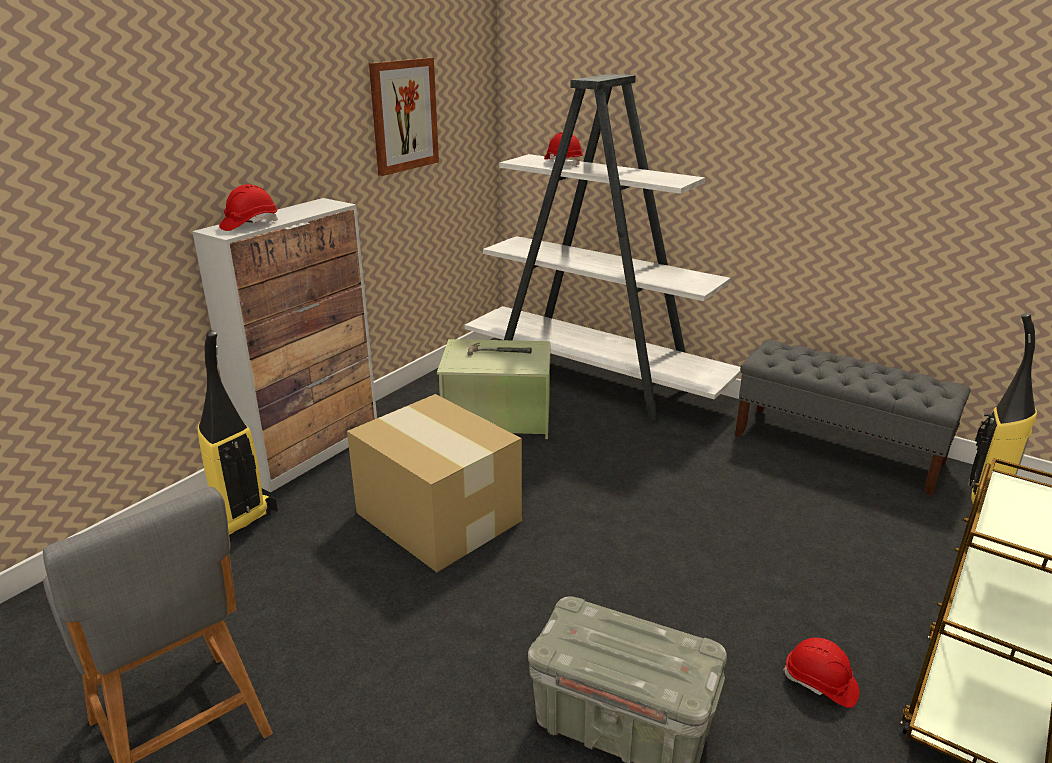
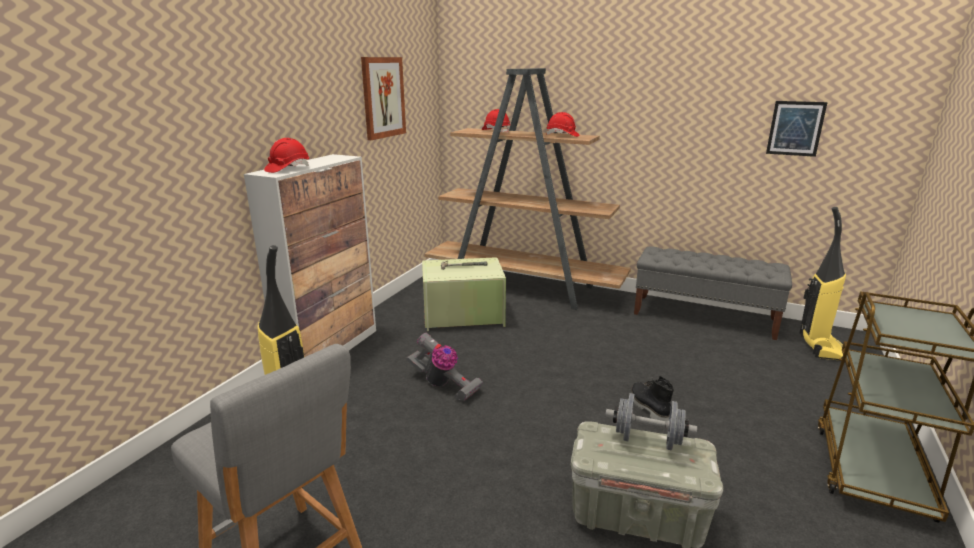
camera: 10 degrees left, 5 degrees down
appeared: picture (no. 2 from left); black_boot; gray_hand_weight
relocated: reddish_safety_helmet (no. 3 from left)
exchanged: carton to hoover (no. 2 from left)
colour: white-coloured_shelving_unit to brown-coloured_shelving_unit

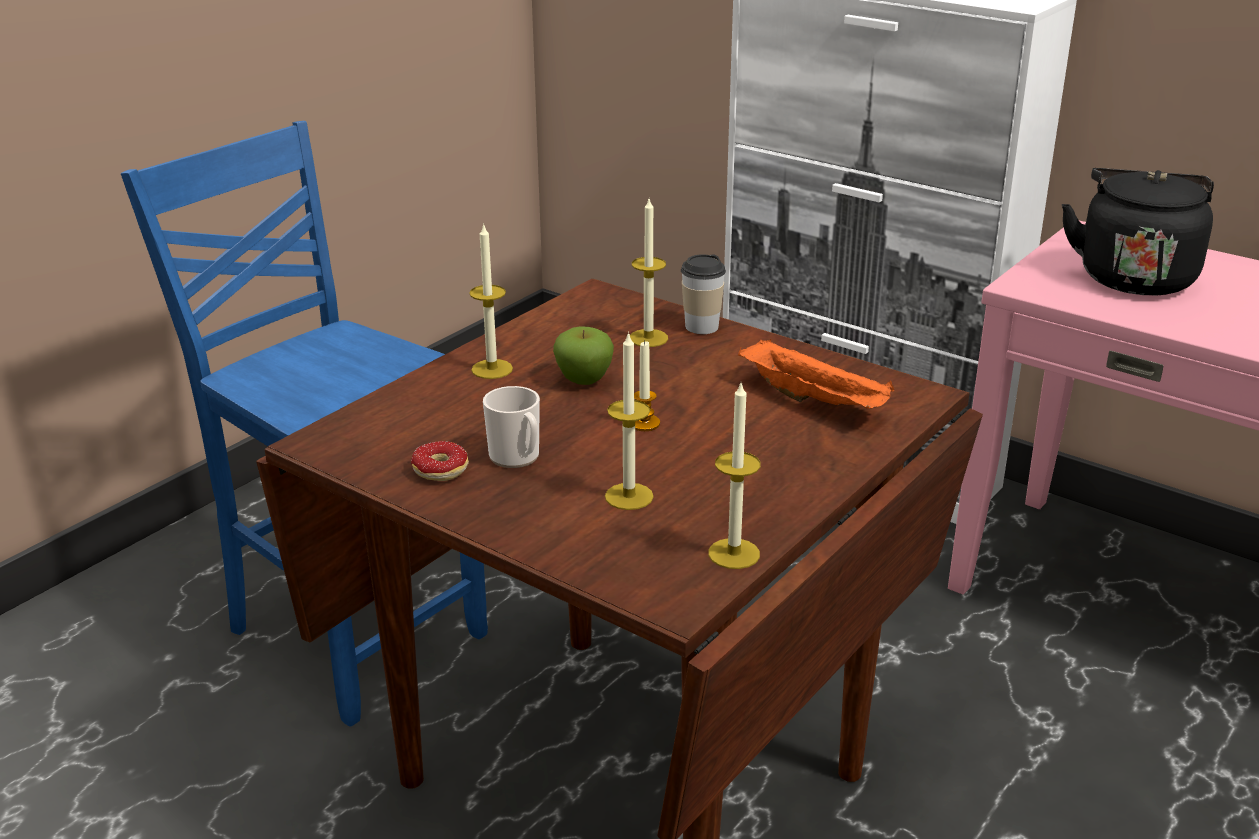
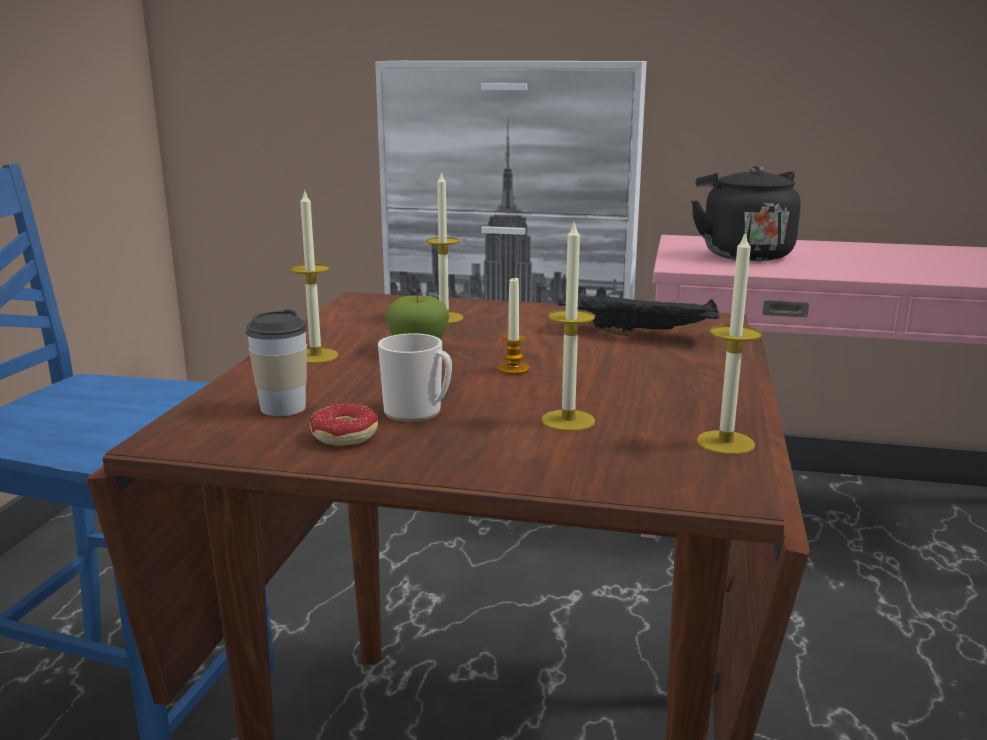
camera: 25 degrees left, 10 degrees down
relocated: drinking_cup
colour: orange_serving_tray to black_serving_tray

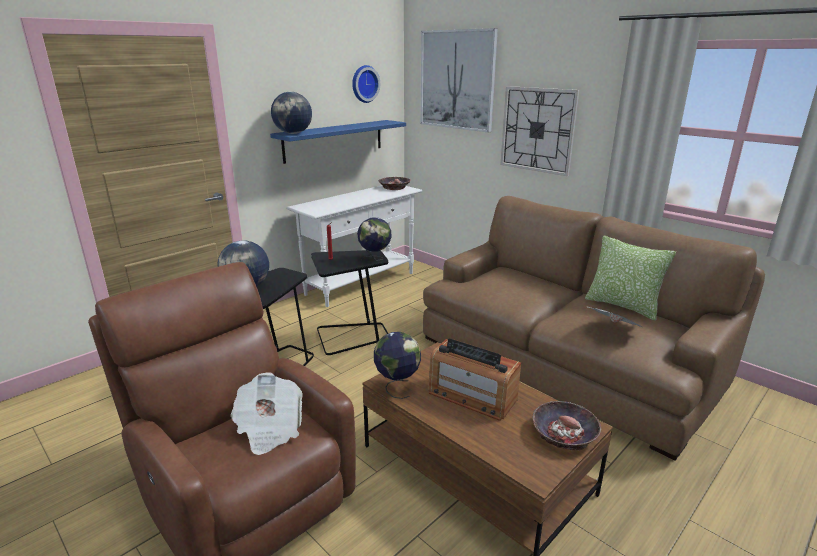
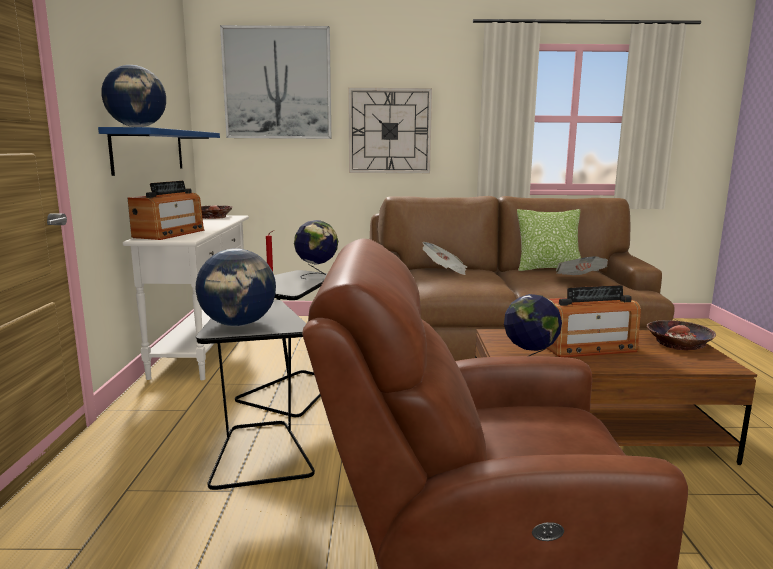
camera: 45 degrees left, 10 degrees down
missing: hanging_clock (no. 1 from left)
appeared: radio_receiver (no. 1 from left)
relocated: daily_paper (no. 1 from left)

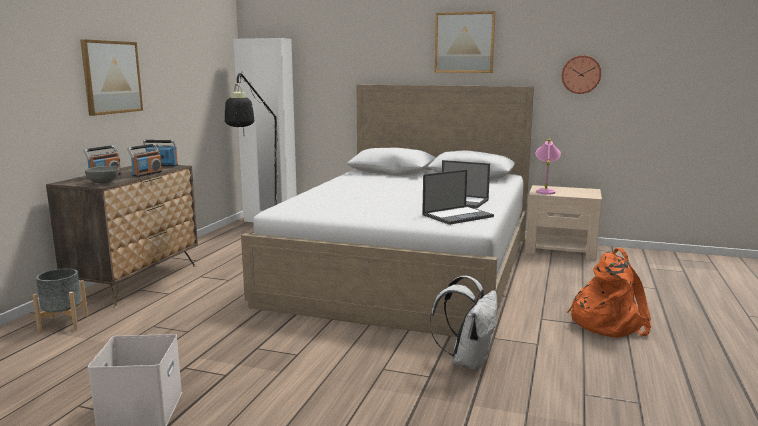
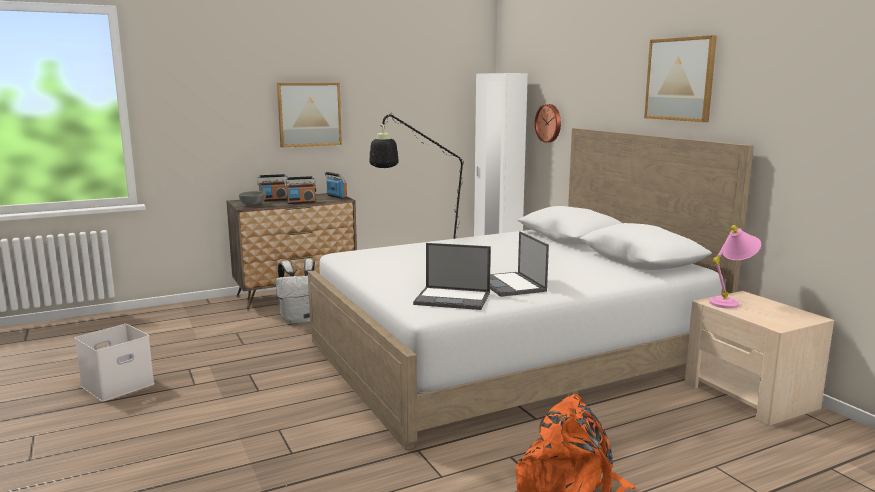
camera: 45 degrees right, 0 degrees up
missing: gray_plant_pot
relocated: hanging_clock; white-coloured_backpack

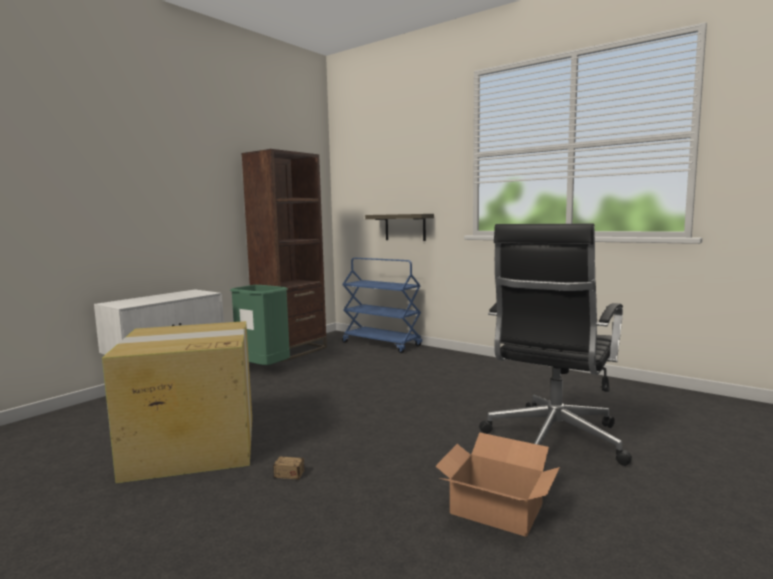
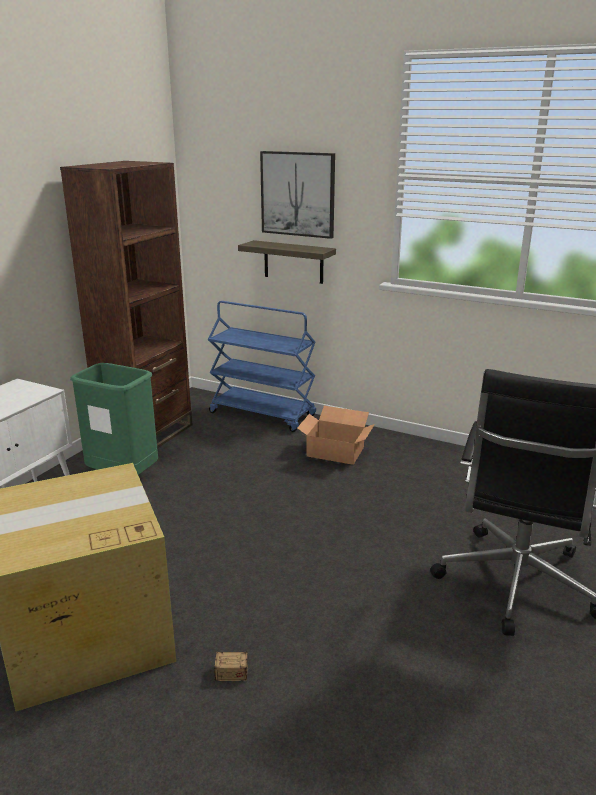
camera: 10 degrees left, 15 degrees up
appeared: picture
relocated: carton (no. 2 from left)

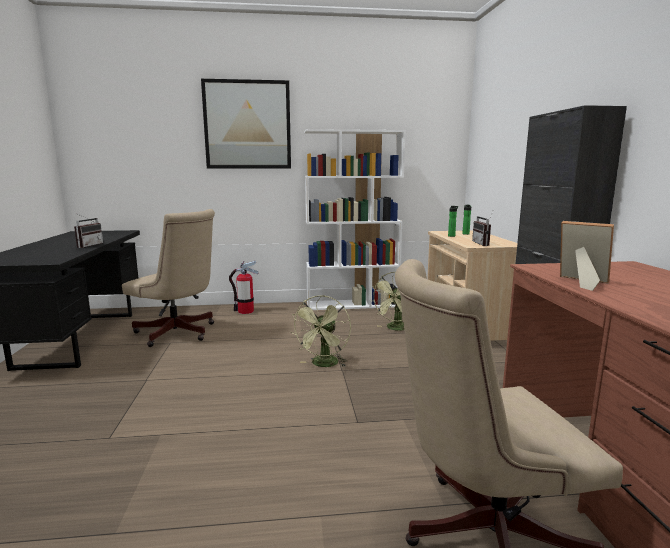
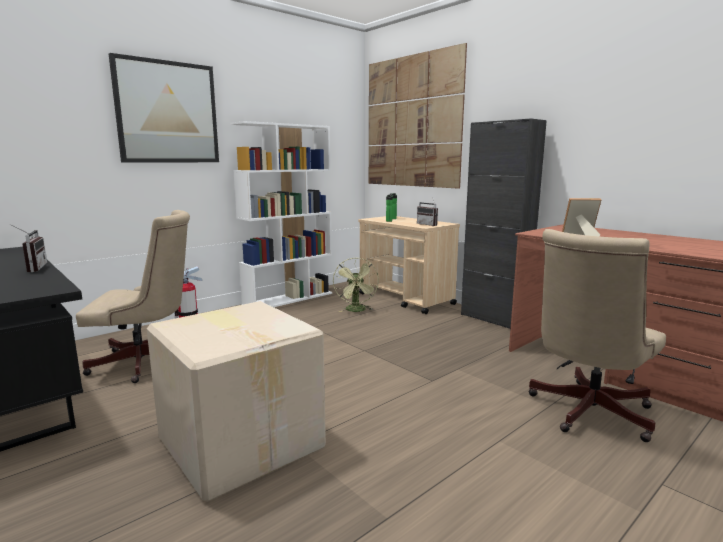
camera: 35 degrees left, 0 degrees up
missing: greenish_cooling_fan (no. 1 from left)
appeared: picture (no. 2 from left); carton

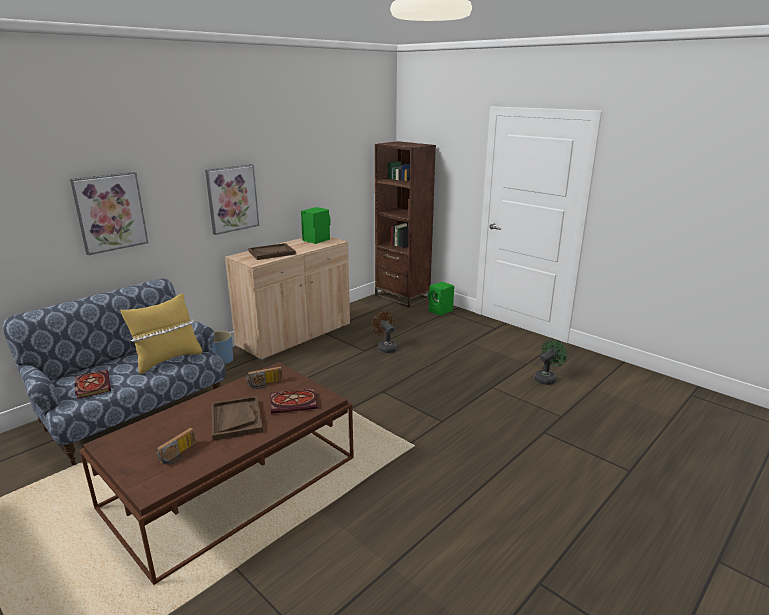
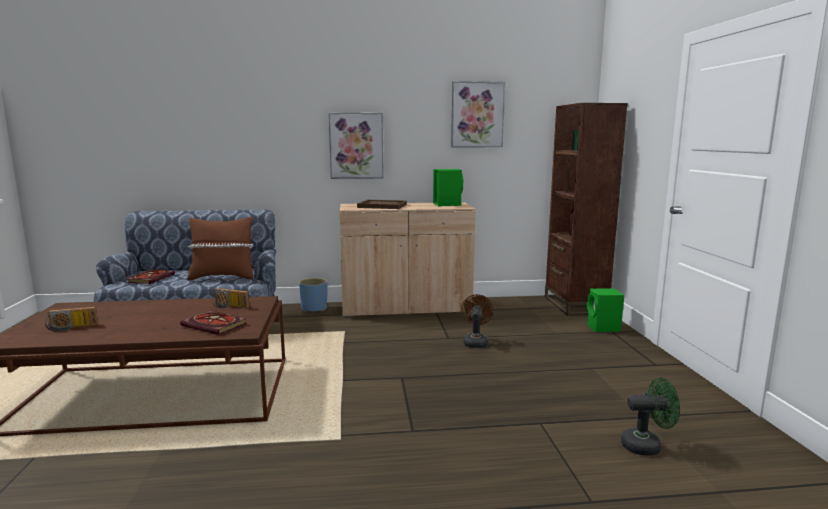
camera: 40 degrees right, 10 degrees down
missing: brown-coloured_serving_tray (no. 1 from left)
relocated: picture (no. 1 from left in the first image) to picture (no. 2 from left)
colour: yellow-coloured_cushion to brown-coloured_cushion

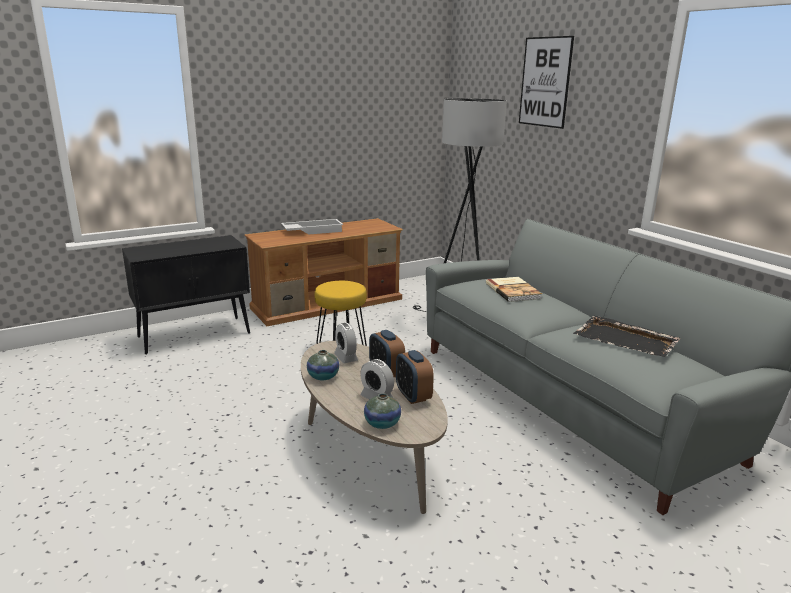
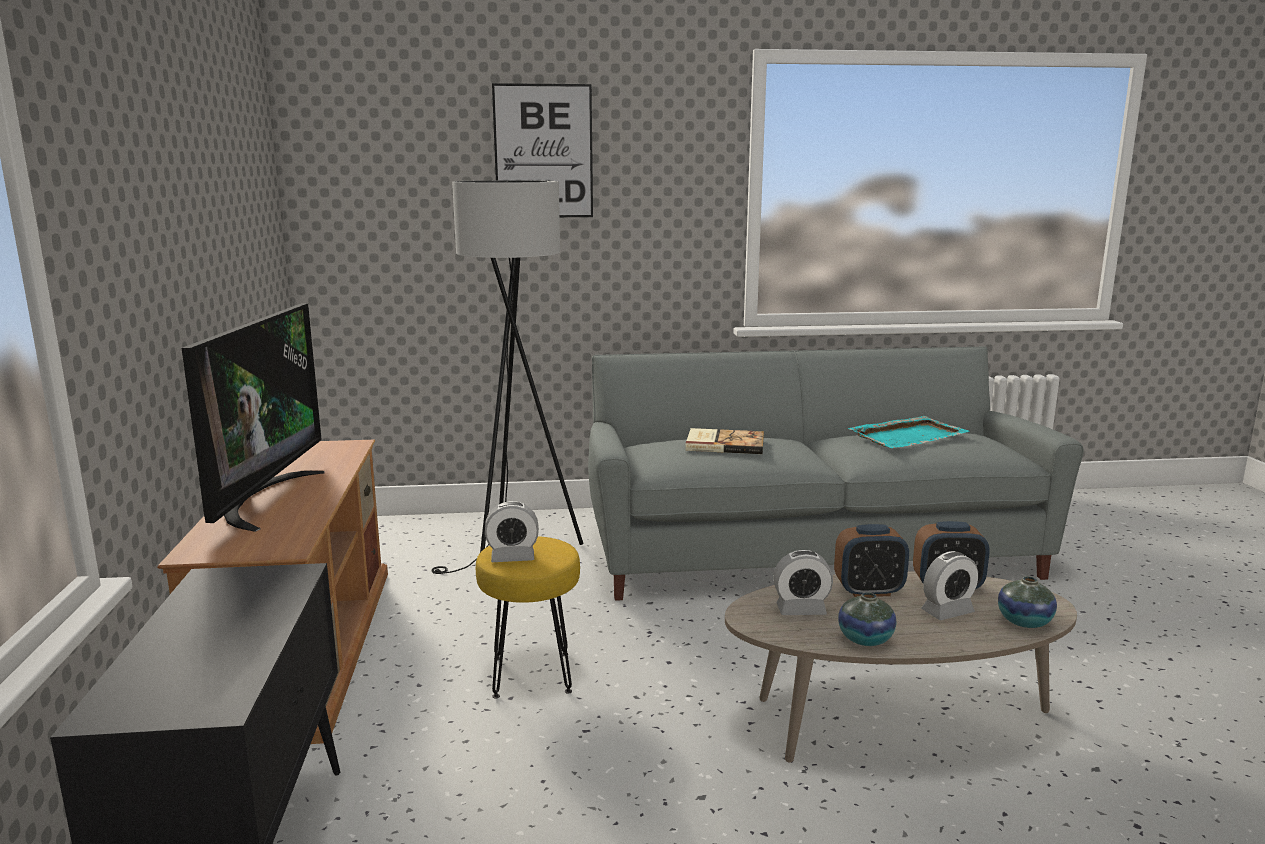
camera: 65 degrees left, 5 degrees down
appeared: table_clock (no. 1 from left)
exchanged: white-coloured_serving_tray to television
colour: black_serving_tray to turquoise-coloured_serving_tray

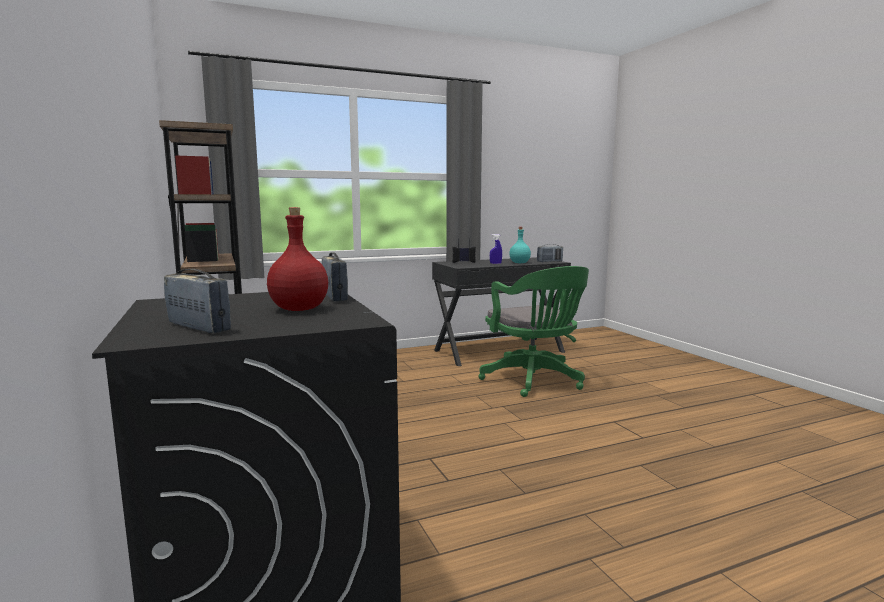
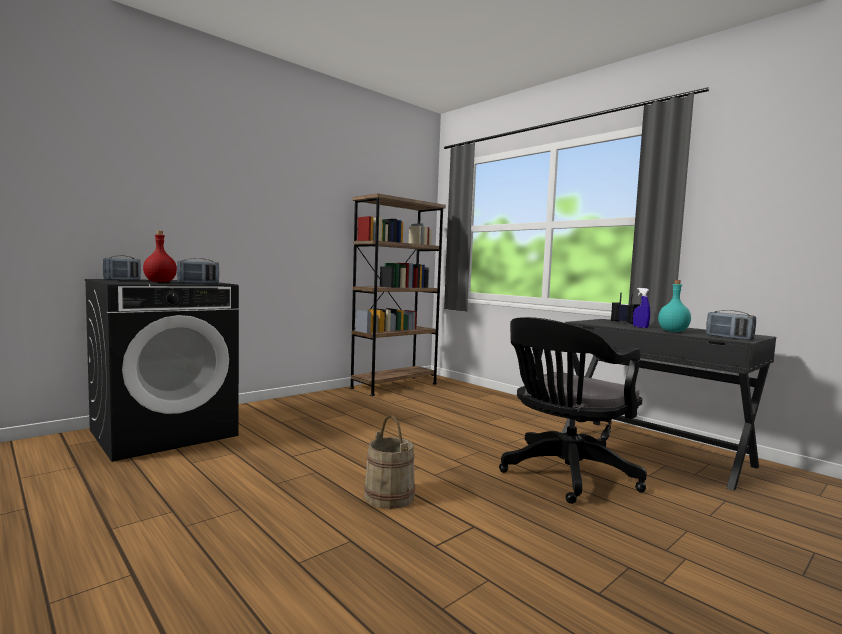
camera: 70 degrees right, 5 degrees down
appeared: beige-coloured_water_bucket
colour: greenish_office_chair to black_office_chair

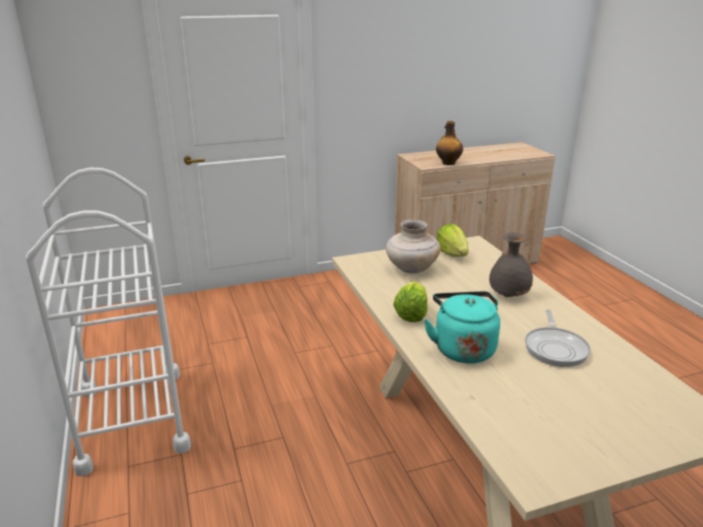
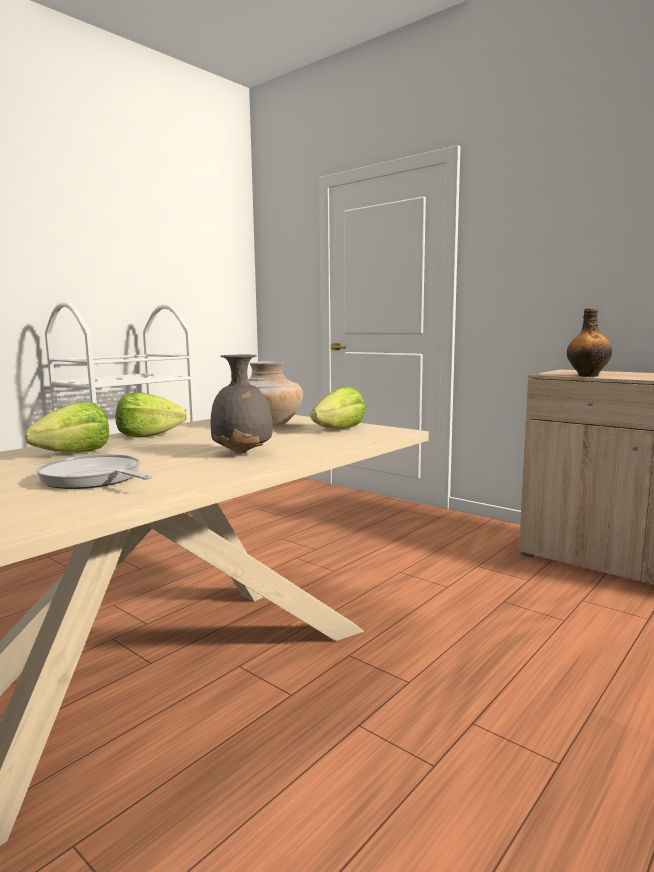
camera: 60 degrees right, 15 degrees down
exchanged: turquoise-coloured_water_kettle to lettuce_head (no. 1 from left)
spun: pan 60 degrees clockwise

